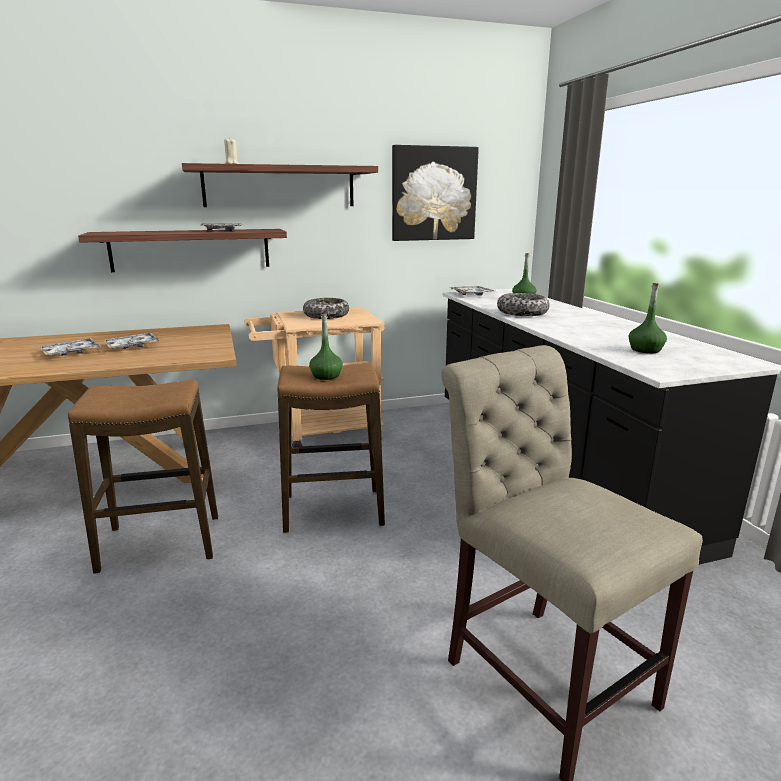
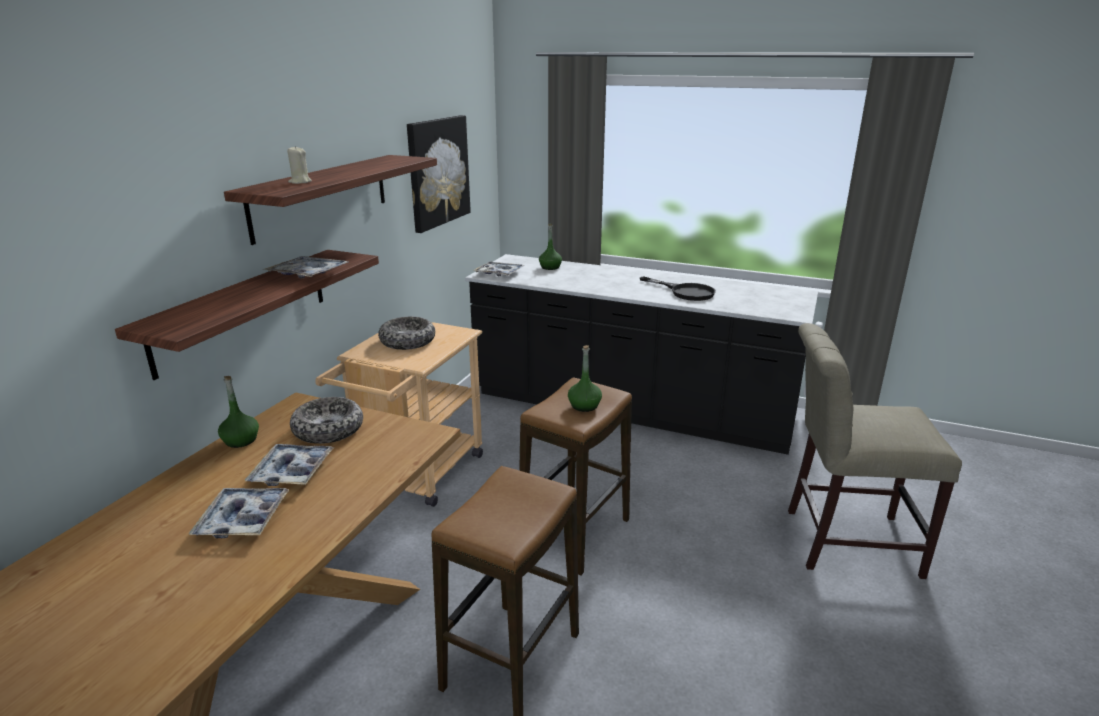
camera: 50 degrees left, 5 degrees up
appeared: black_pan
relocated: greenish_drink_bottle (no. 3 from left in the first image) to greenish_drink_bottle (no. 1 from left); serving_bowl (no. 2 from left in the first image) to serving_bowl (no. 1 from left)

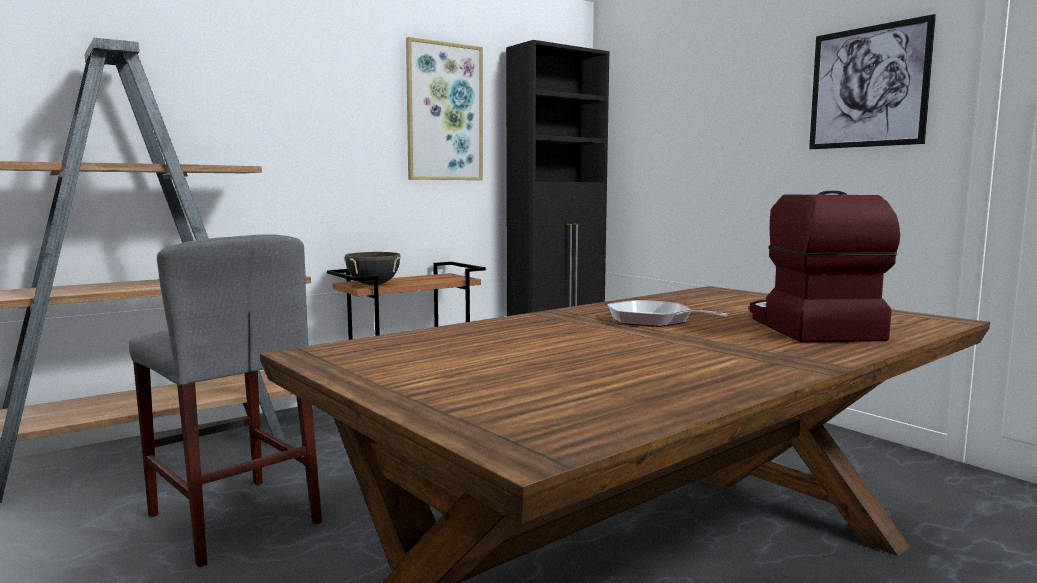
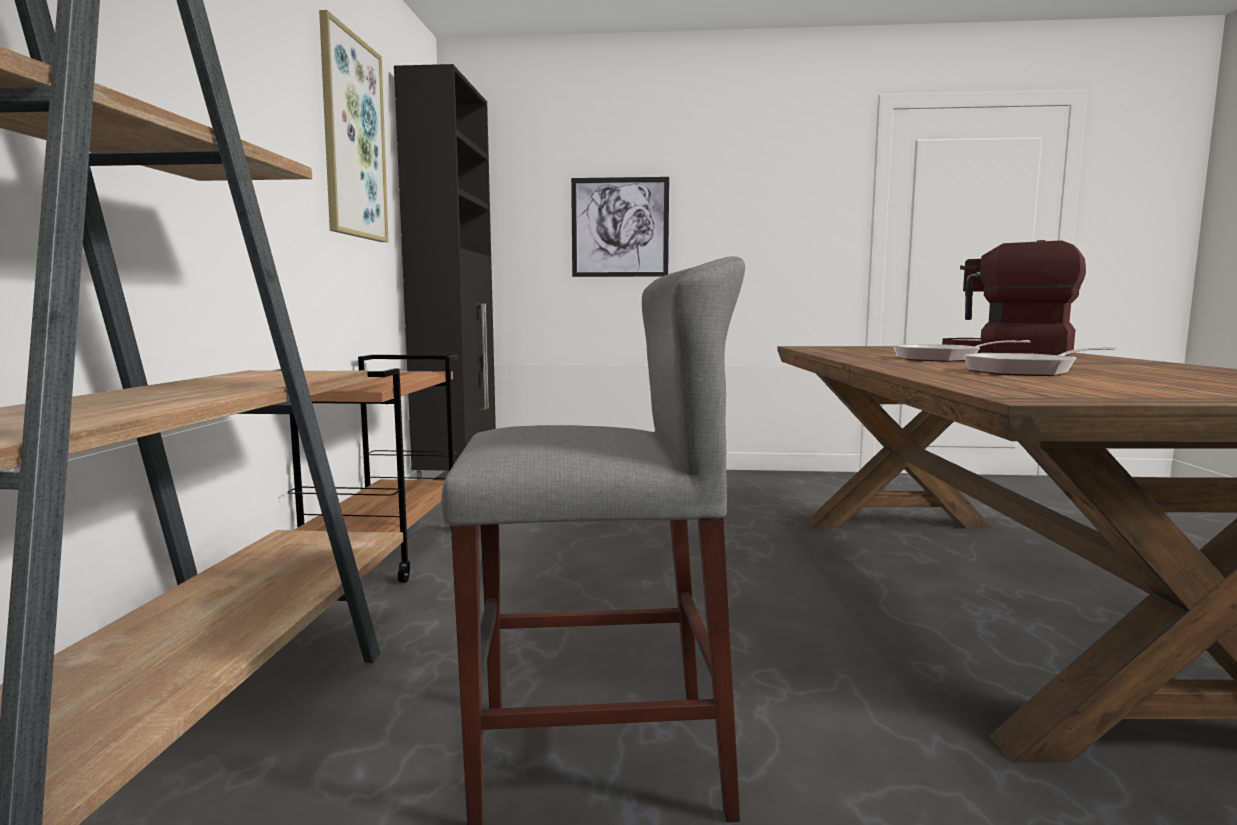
camera: 50 degrees left, 0 degrees up
missing: black_stockpot
appeared: pan (no. 2 from left)
relocated: picture (no. 2 from left)

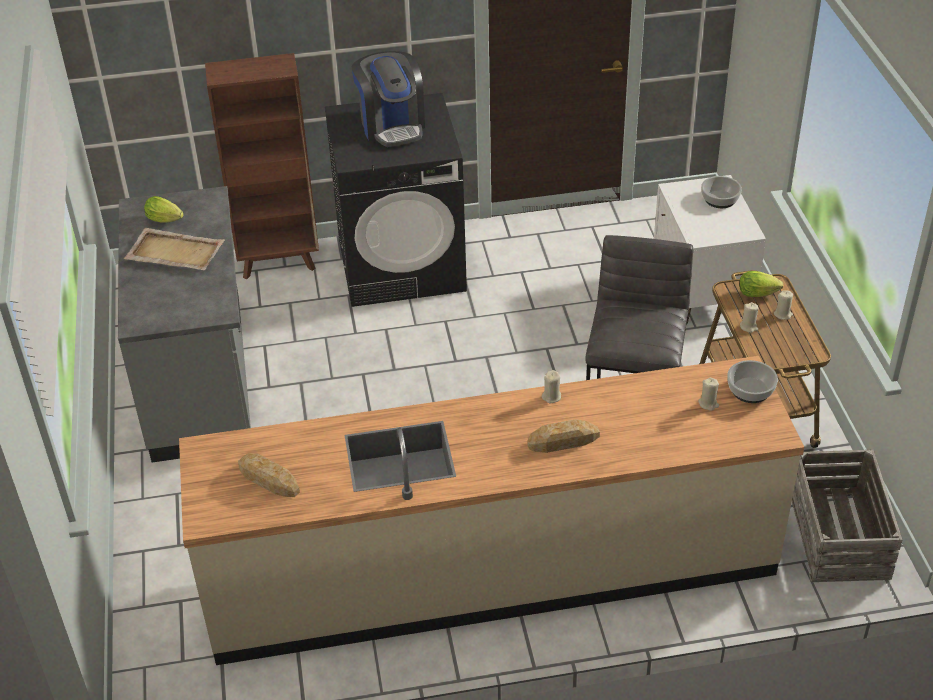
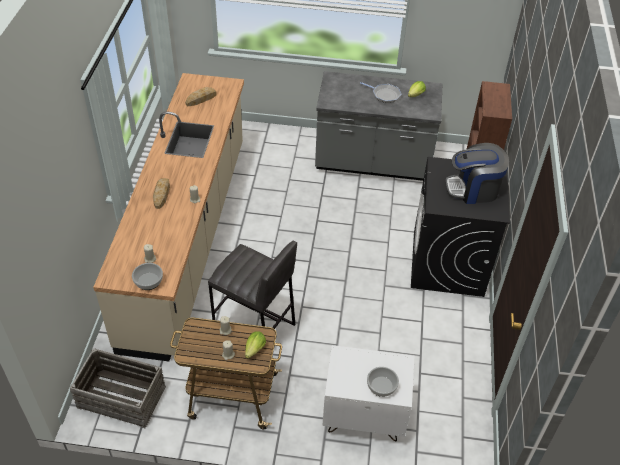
camera: 105 degrees right, 5 degrees up
exchanged: beige-coloured_serving_tray to pan

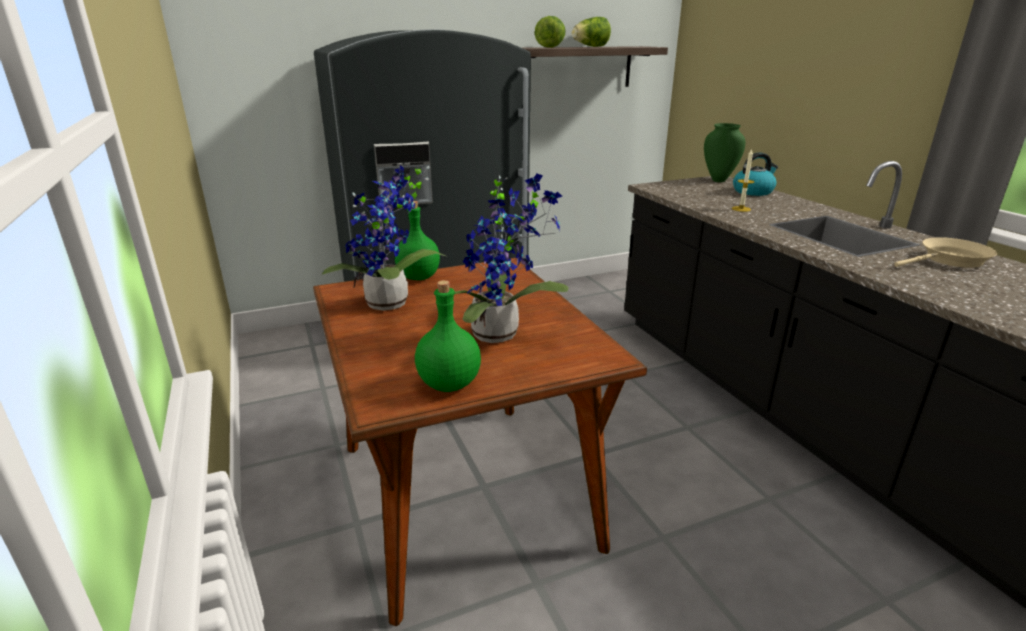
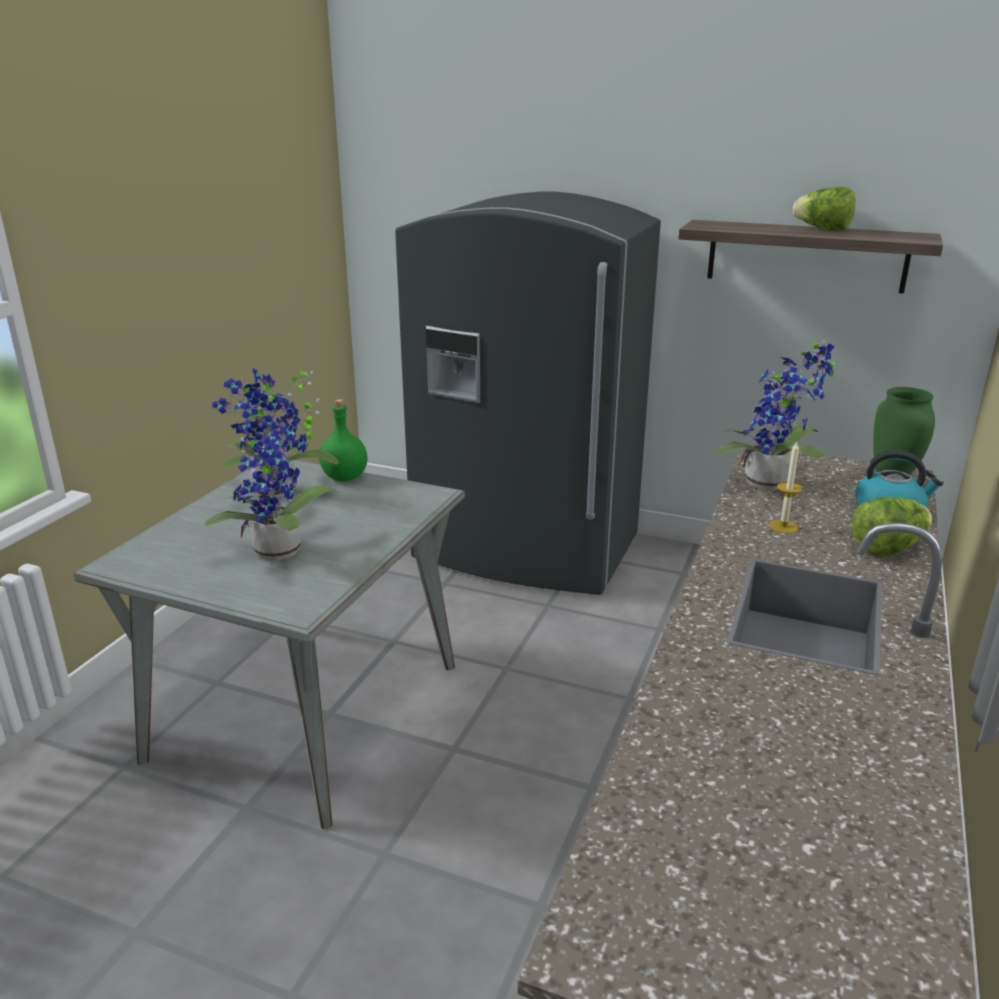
camera: 45 degrees right, 0 degrees up
missing: beige-coloured_pan; greenish_drink_bottle (no. 2 from left)
appeared: houseplant (no. 3 from left)
relocated: lettuce_head (no. 1 from left in the first image) to lettuce_head (no. 2 from left)
colour: brown-coloured_dinner_table to gray_dinner_table

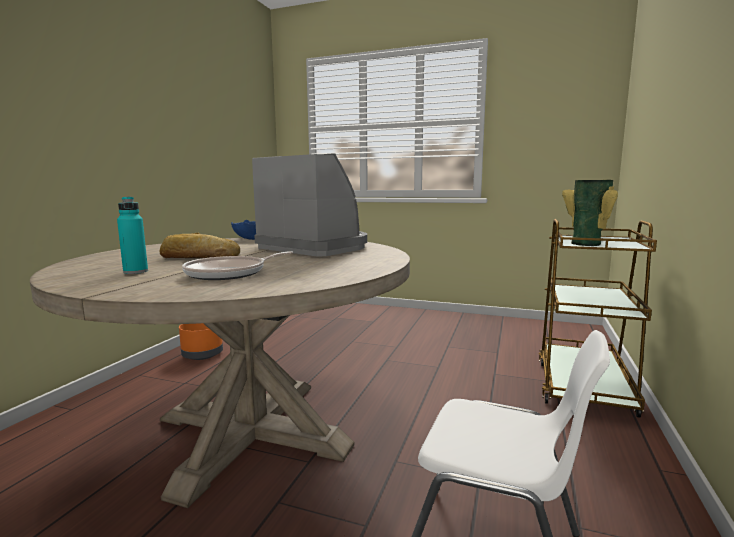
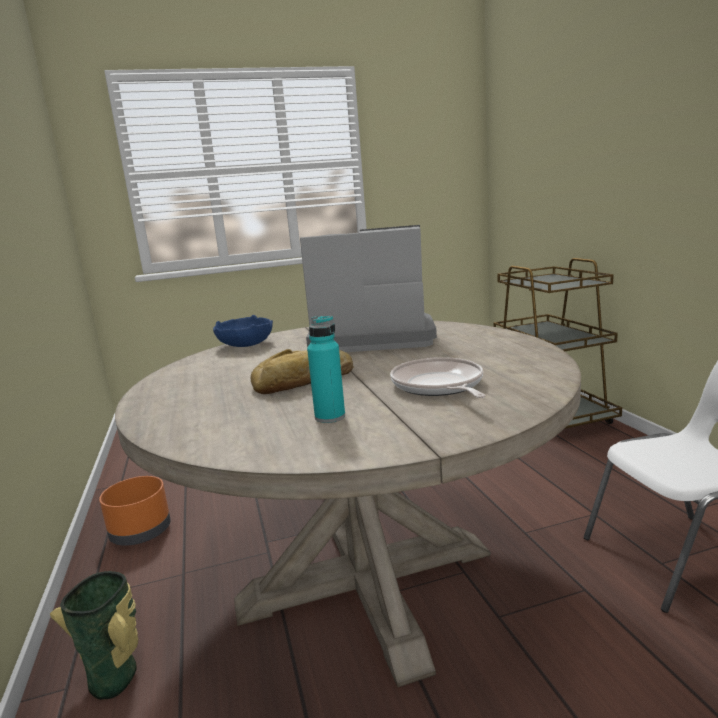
camera: 35 degrees left, 5 degrees up
relocated: flower_vase
spun: pan 150 degrees clockwise

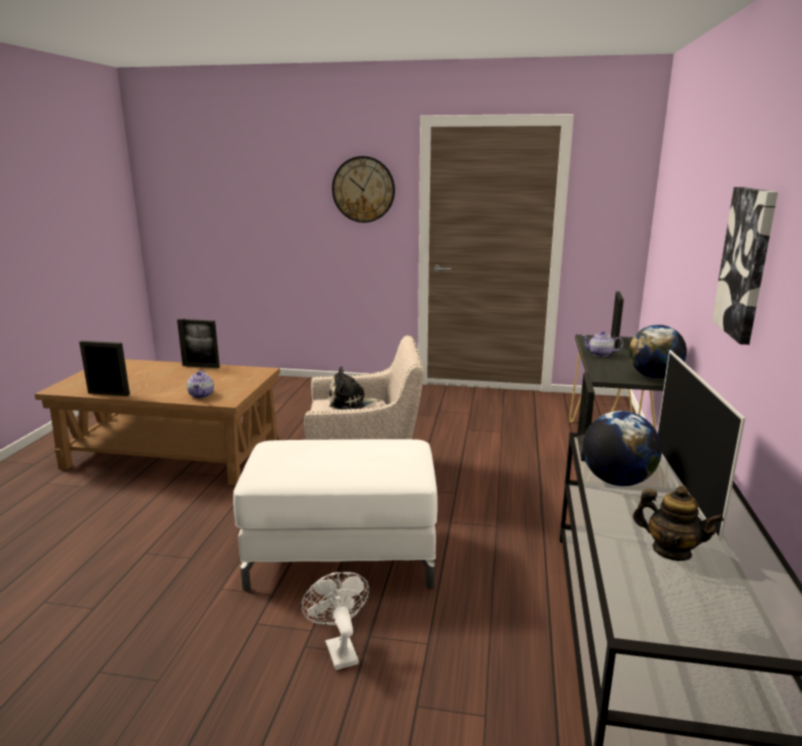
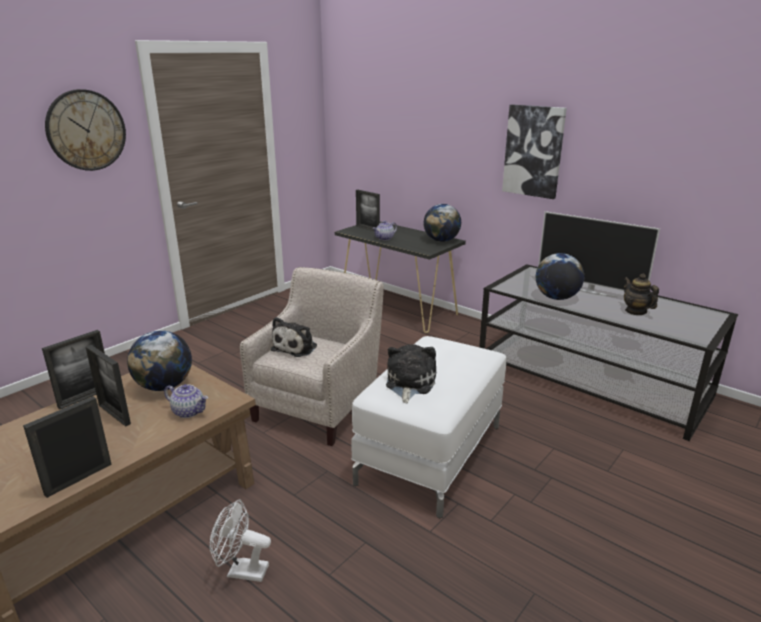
camera: 60 degrees left, 5 degrees up
appeared: globe (no. 1 from left); cuddly_toy (no. 2 from left)
relocated: picture_frame (no. 3 from left); white-coloured_cooling_fan
spun: tea_pot (no. 3 from left) 90 degrees counterclockwise

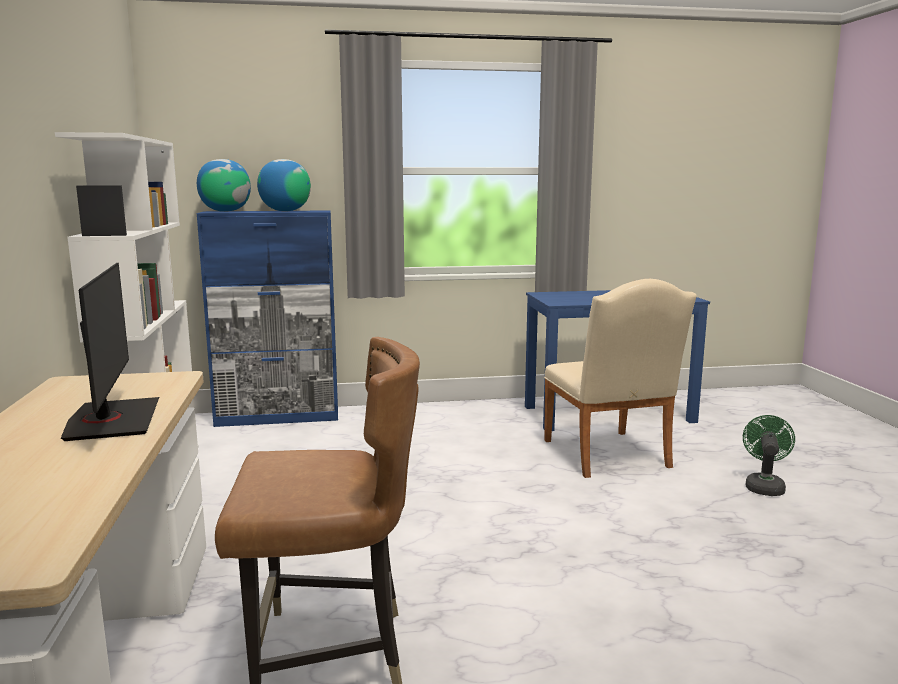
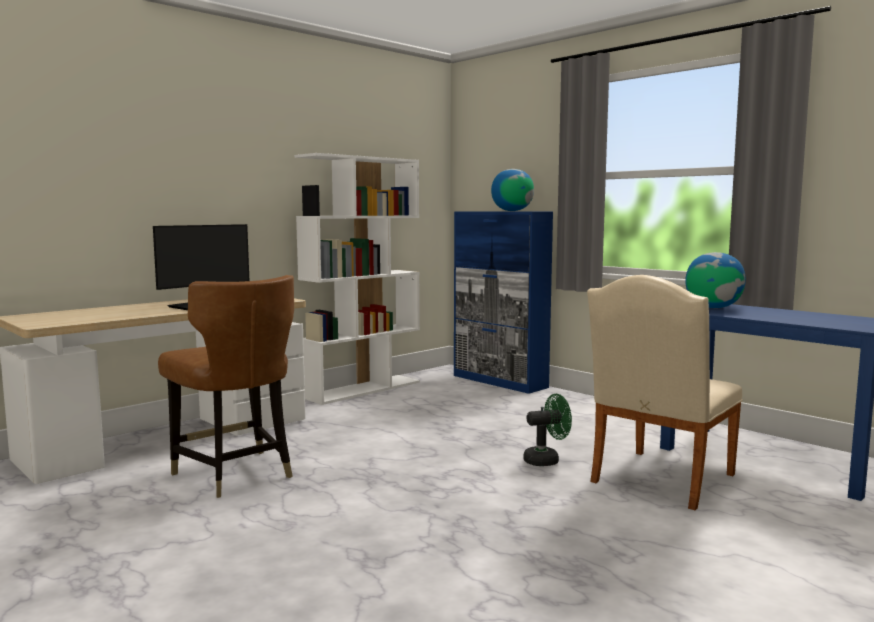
camera: 55 degrees right, 5 degrees down
relocated: globe (no. 1 from left in the first image) to globe (no. 2 from left); greenish_cooling_fan

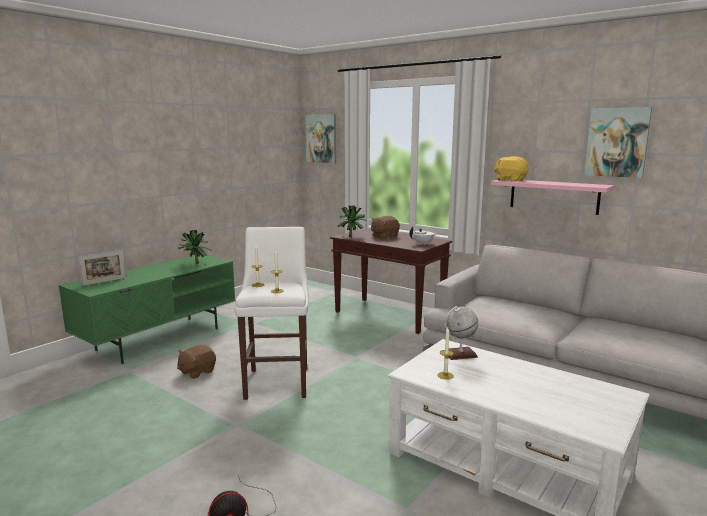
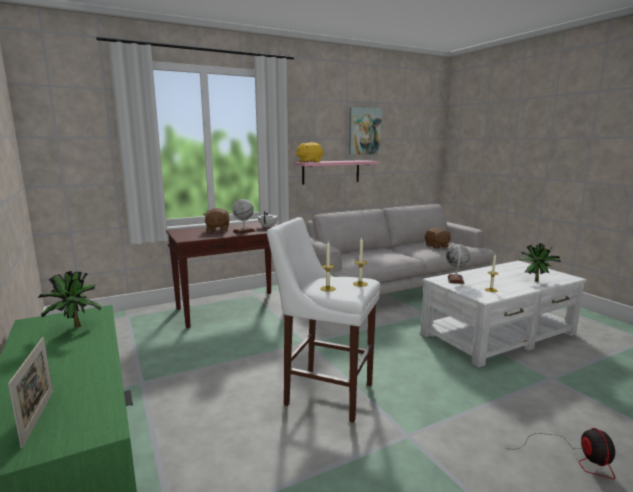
camera: 65 degrees left, 0 degrees up
missing: picture (no. 1 from left)
appeared: globe (no. 1 from left)
relocated: houseplant (no. 2 from left); brown-coloured_cuddly_toy (no. 1 from left in the first image) to brown-coloured_cuddly_toy (no. 2 from left)

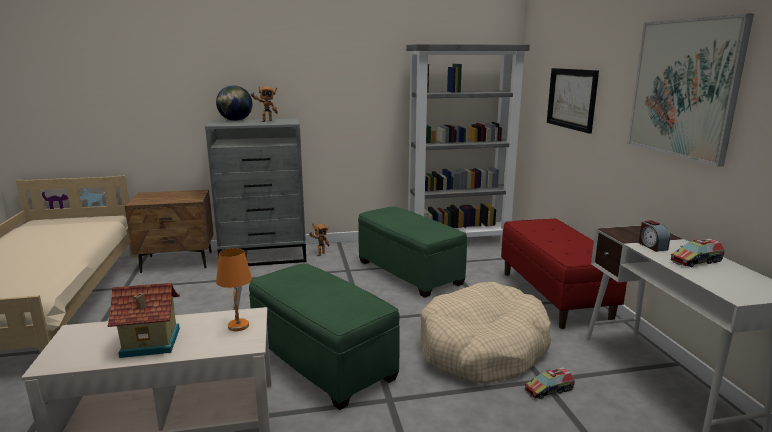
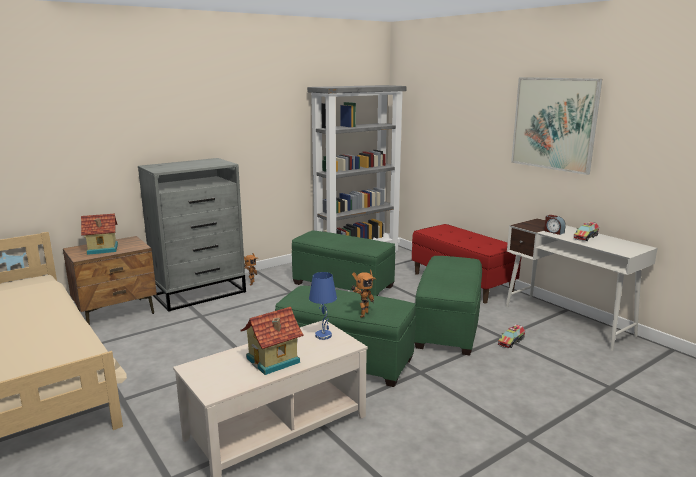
camera: 25 degrees left, 0 degrees up
missing: picture (no. 1 from left); globe
appeared: miniature_house (no. 1 from left)
relocated: toy_robot (no. 1 from left in the first image) to toy_robot (no. 2 from left)
exchanged: beige-coloured_dog_bed to greenish_footrest (no. 3 from left)
colour: orange_lamp_for_a_table to bluish_lamp_for_a_table

